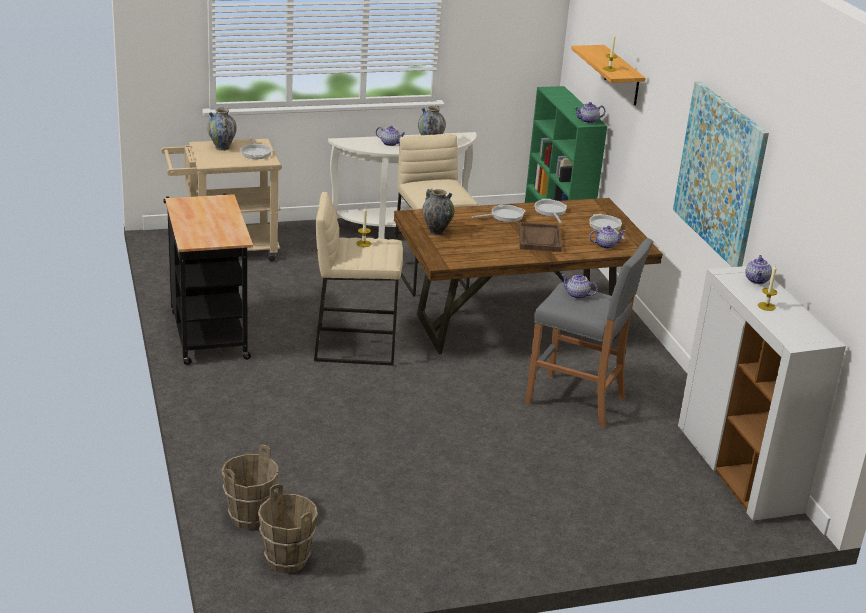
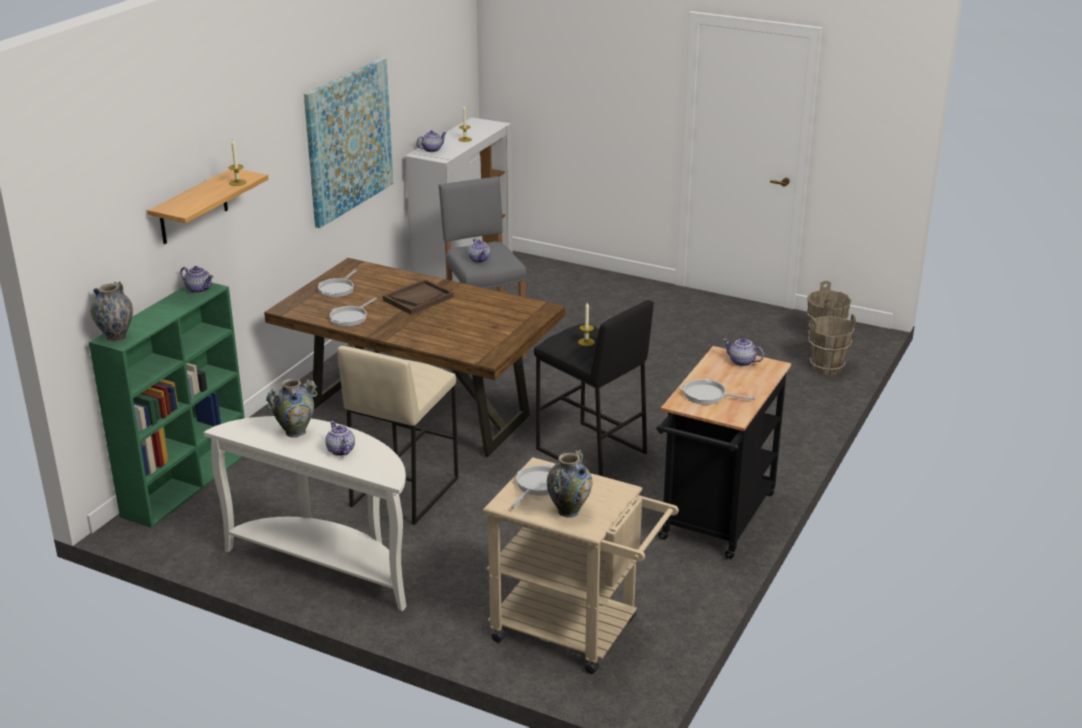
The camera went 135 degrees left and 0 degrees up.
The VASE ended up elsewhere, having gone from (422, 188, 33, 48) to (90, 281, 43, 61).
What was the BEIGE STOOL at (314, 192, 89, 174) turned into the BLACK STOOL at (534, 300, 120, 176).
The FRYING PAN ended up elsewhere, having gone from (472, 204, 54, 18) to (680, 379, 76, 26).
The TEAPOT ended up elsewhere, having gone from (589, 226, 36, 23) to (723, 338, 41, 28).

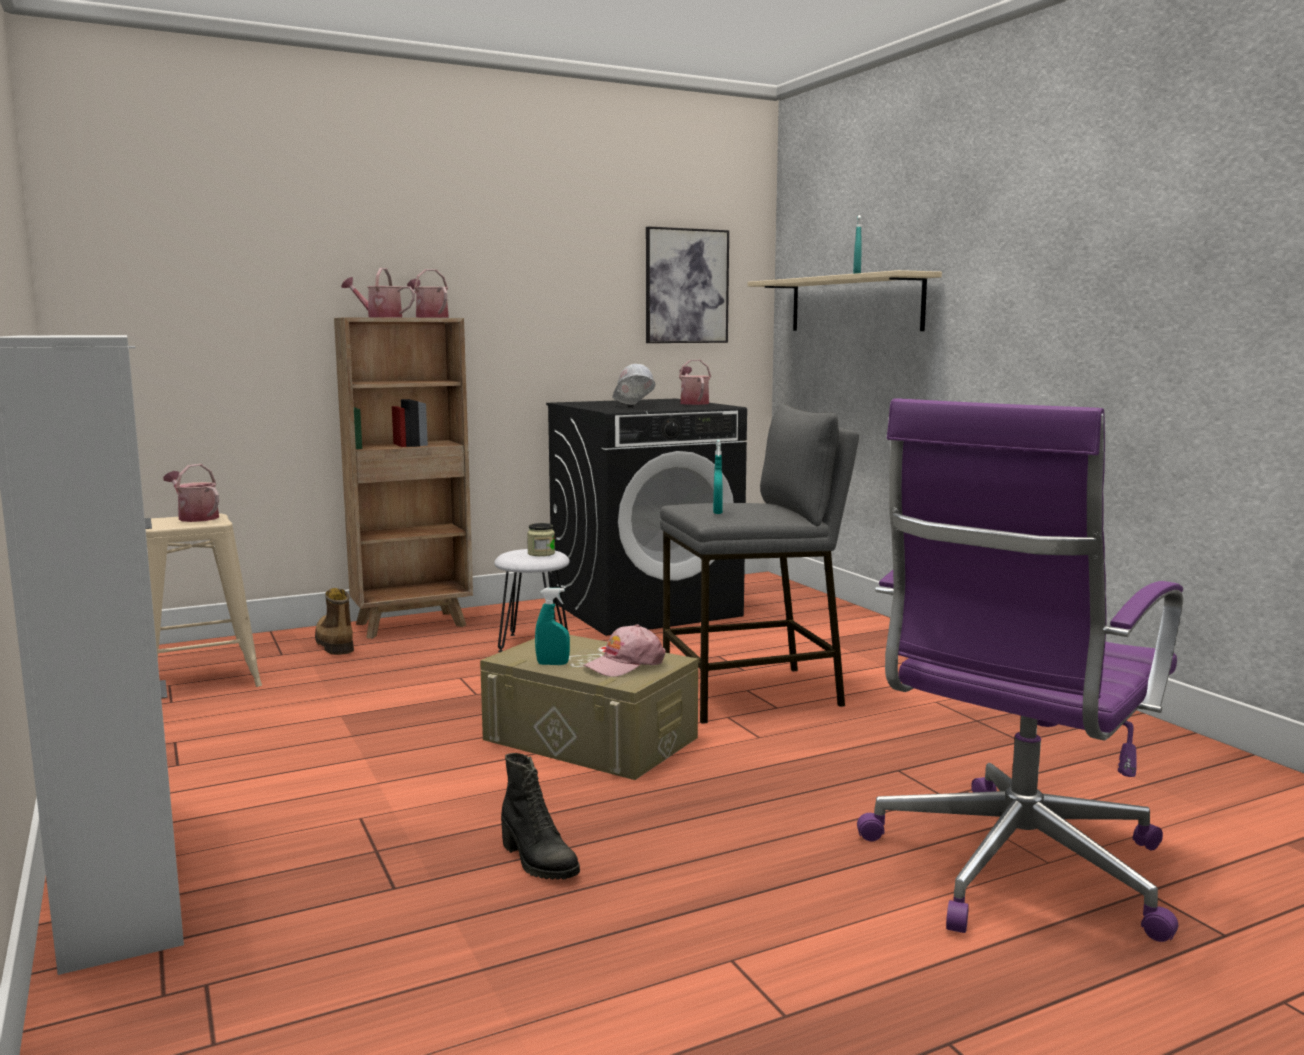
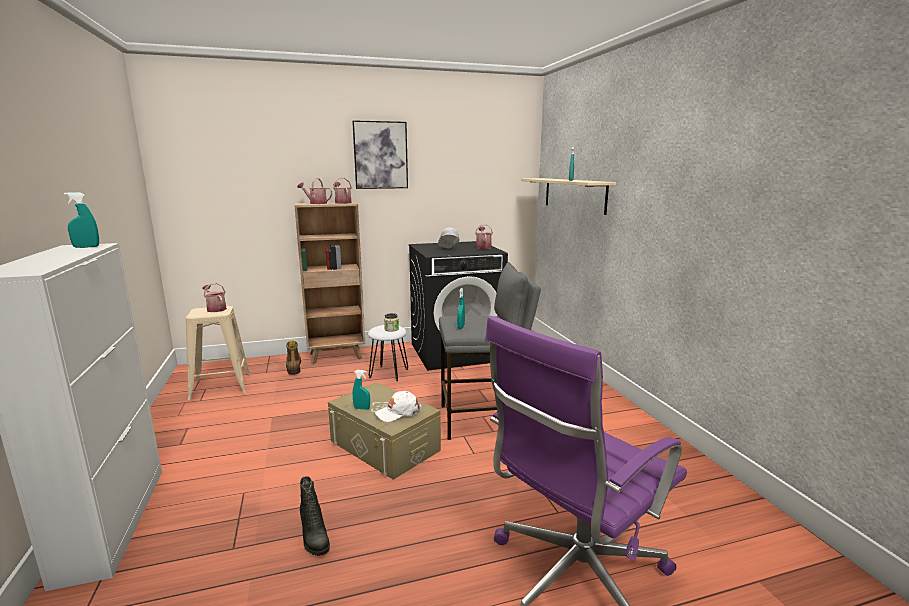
The camera went 10 degrees right and 5 degrees up.
The second view gained the TURQUOISE SPRAY BOTTLE at (64, 192, 35, 56).
The PICTURE ended up elsewhere, having gone from (646, 226, 83, 117) to (352, 120, 56, 69).
What was the PINK CAP at (583, 624, 82, 53) turned into the WHITE CAP at (375, 391, 46, 31).

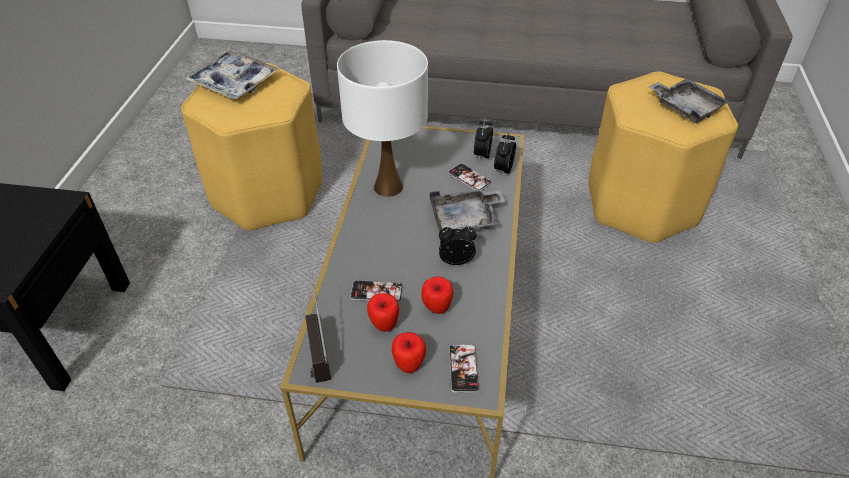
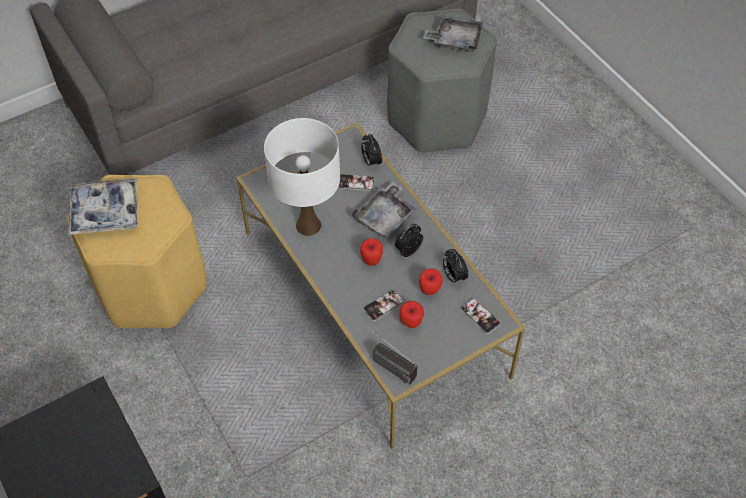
The camera went 40 degrees left and 10 degrees up.
The APPLE ended up elsewhere, having gone from (392, 332, 34, 41) to (360, 238, 23, 28).
What was the YELLOW STOOL at (589, 72, 149, 171) turned into the GREY STOOL at (387, 9, 110, 143).
The ALARM CLOCK ended up elsewhere, having gone from (474, 118, 19, 44) to (443, 249, 25, 35).

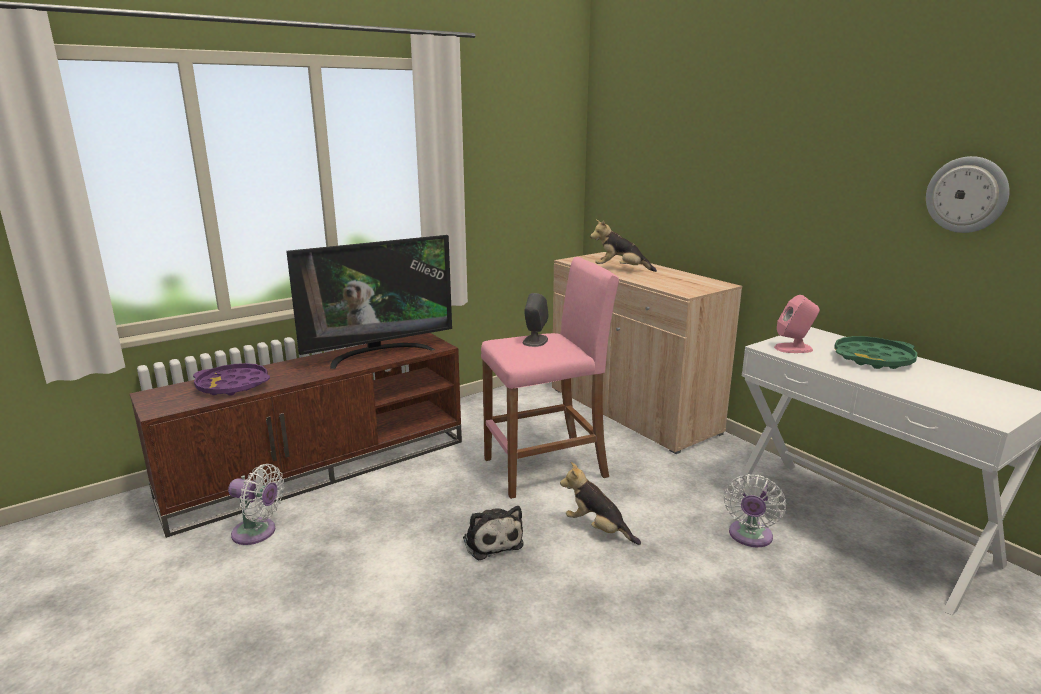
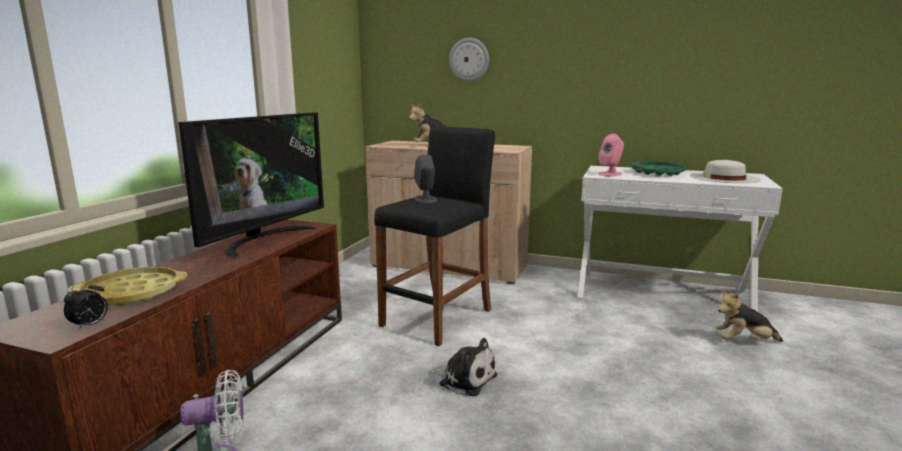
The camera went 35 degrees left and 5 degrees down.
The second view gained the ALARM CLOCK at (64, 280, 44, 50).
What was the PURPLE TRAY at (193, 363, 77, 32) turned into the YELLOW TRAY at (67, 267, 120, 40).
What was the PINK STOOL at (481, 257, 138, 242) turned into the BLACK STOOL at (374, 126, 121, 220).
The WALL CLOCK ended up elsewhere, having gone from (926, 156, 84, 77) to (449, 38, 40, 44).
The second view gained the WHITE HAT at (690, 160, 71, 23).
The PLUSH TOY ended up elsewhere, having gone from (560, 462, 81, 83) to (716, 290, 67, 52).
The second view lost the WHITE FAN at (724, 474, 62, 73).

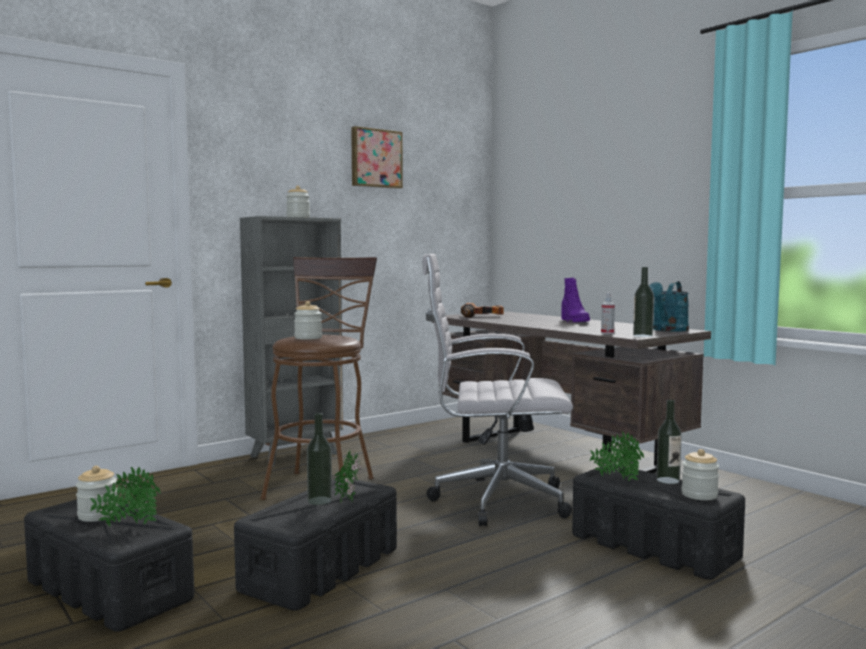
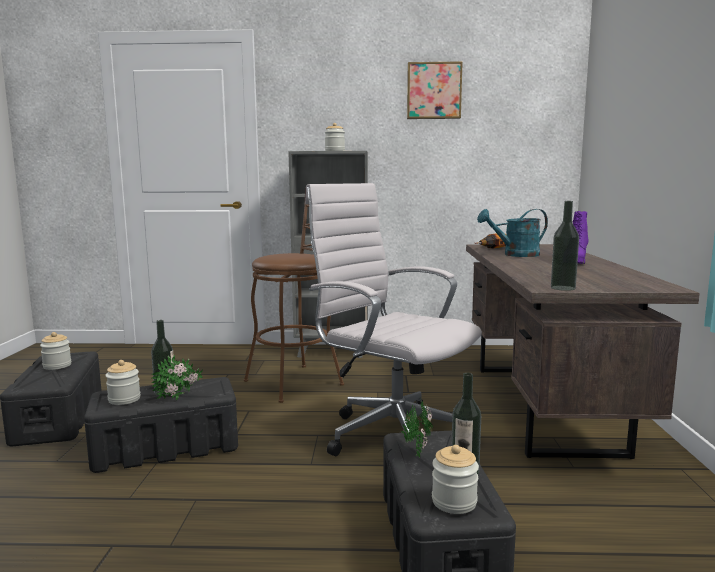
The camera went 40 degrees right and 5 degrees up.
The JAR ended up elsewhere, having gone from (294, 301, 28, 39) to (105, 360, 36, 45).
The TURQUOISE WATERING CAN ended up elsewhere, having gone from (649, 281, 40, 51) to (477, 209, 71, 48).
The second view lost the POTTED PLANT at (90, 467, 71, 59).
The second view lost the SPRAY BOTTLE at (601, 292, 14, 42).

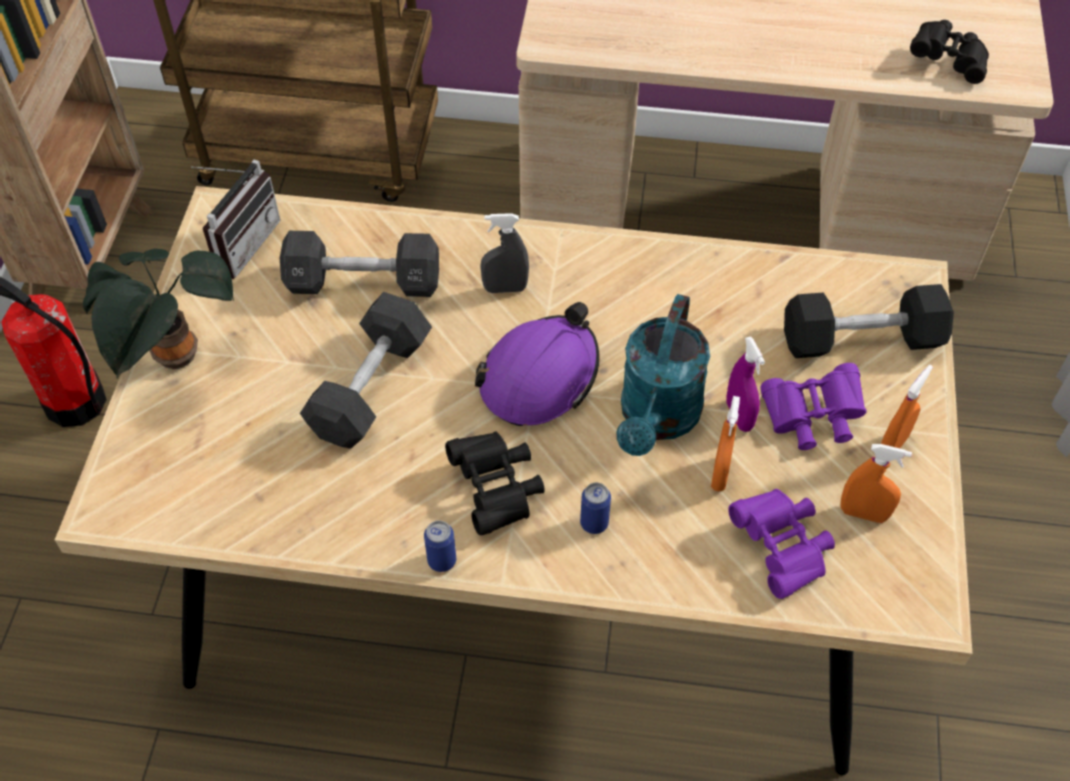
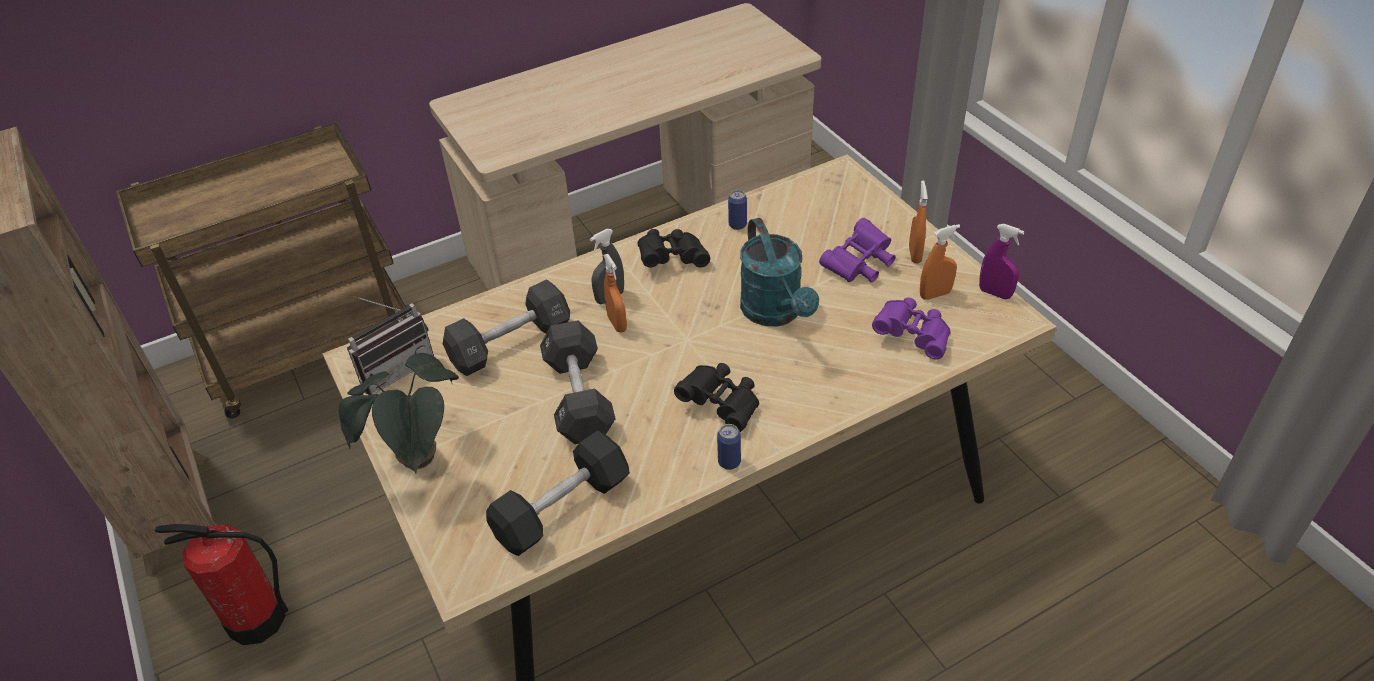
The camera went 35 degrees left and 10 degrees down.
The RADIO at (191, 160, 90, 119) ended up facing another way, 60 degrees clockwise from before.
The BLACK DUMBBELL ended up elsewhere, having gone from (784, 284, 170, 74) to (486, 430, 144, 126).
The ORANGE SPRAY BOTTLE ended up elsewhere, having gone from (711, 396, 29, 96) to (603, 254, 24, 79).
The BLACK BINOCULARS ended up elsewhere, having gone from (910, 20, 79, 64) to (637, 229, 73, 39).
The CAN ended up elsewhere, having gone from (580, 483, 31, 51) to (728, 190, 19, 40).
The PURPLE SPRAY BOTTLE ended up elsewhere, having gone from (726, 337, 39, 95) to (979, 224, 45, 75).
The second view lost the PURPLE HARD HAT at (475, 302, 124, 124).

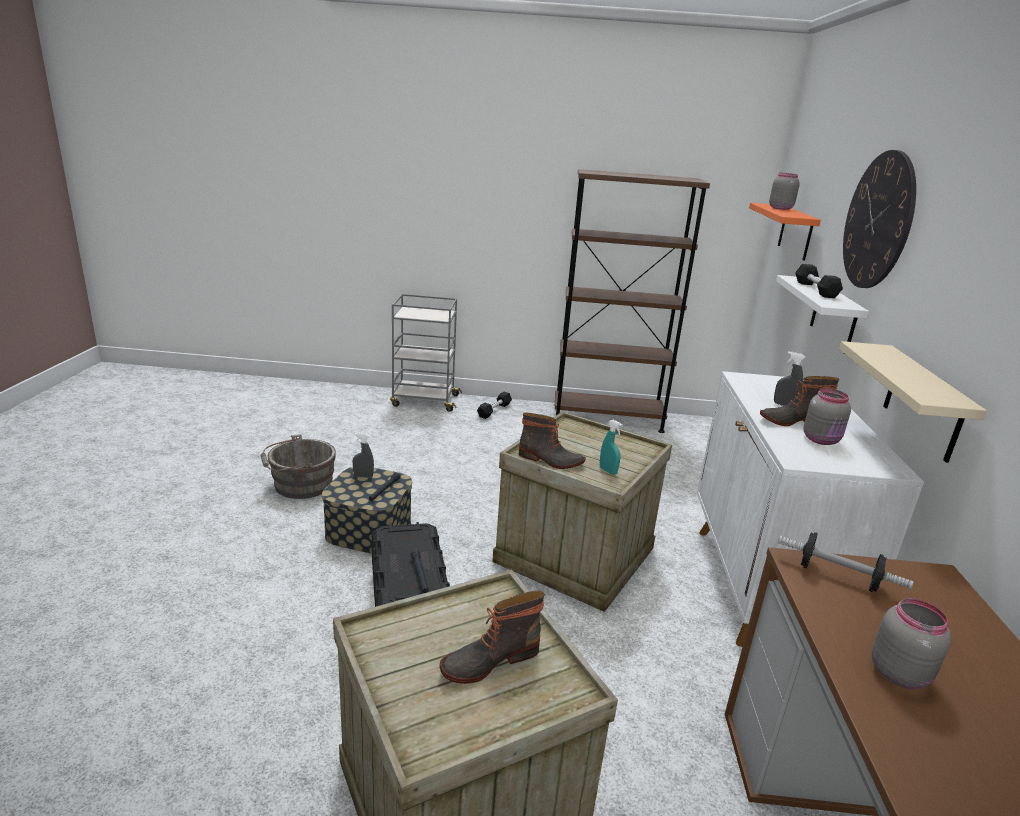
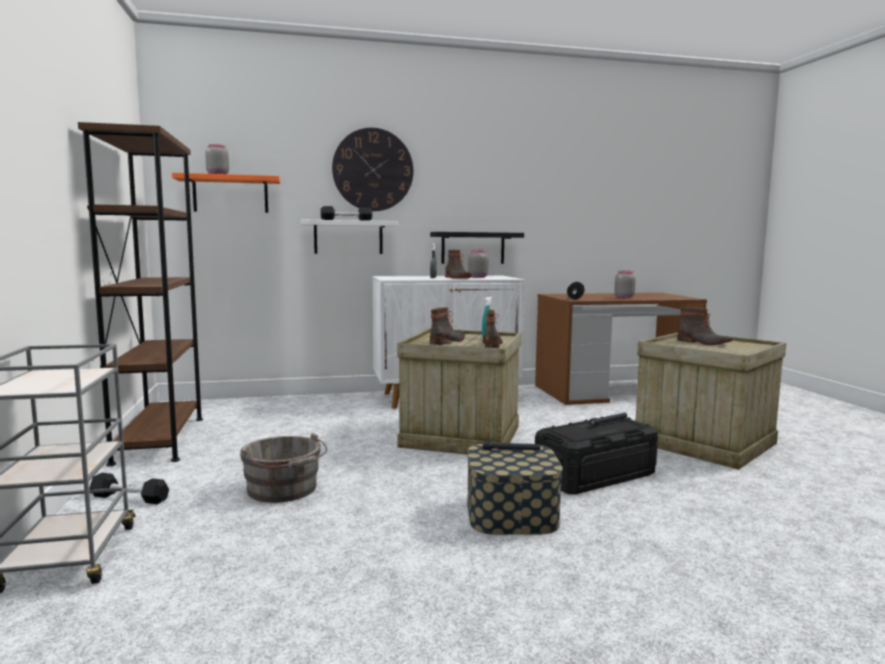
The camera went 105 degrees left and 15 degrees down.
The GREY BUCKET ended up elsewhere, having gone from (261, 434, 75, 65) to (240, 433, 87, 70).
What was the BEIGE SHELF at (839, 341, 148, 122) turned into the BLACK SHELF at (430, 232, 94, 32).
The second view gained the BOOT at (430, 307, 35, 38).
The second view lost the GREY SPRAY BOTTLE at (353, 433, 21, 45).

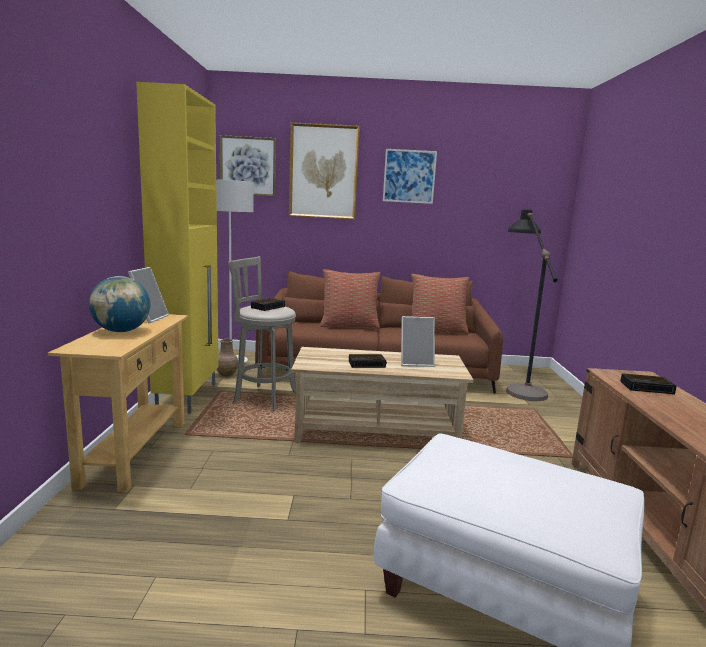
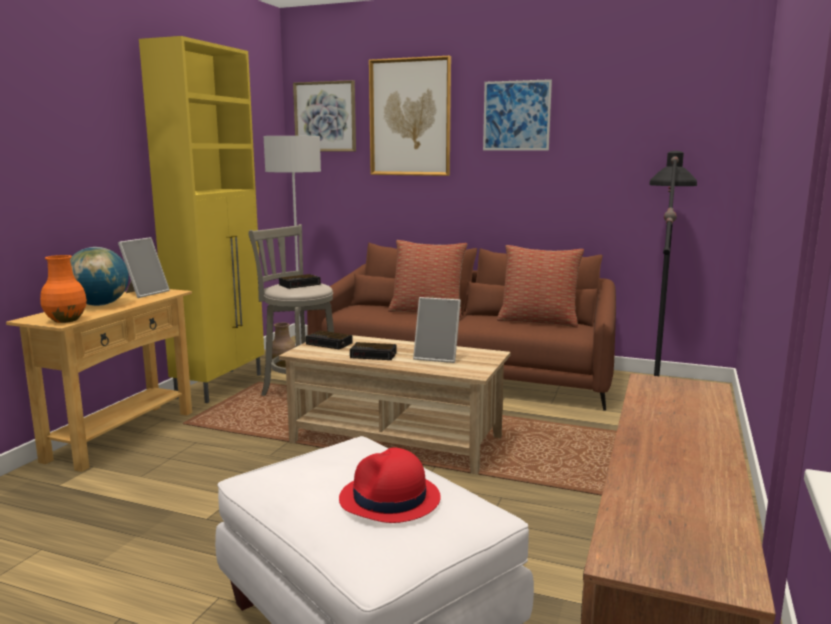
The camera went 20 degrees right and 0 degrees up.
The second view gained the ORANGE VASE at (40, 255, 47, 68).
The ALARM CLOCK ended up elsewhere, having gone from (620, 374, 57, 20) to (306, 331, 47, 18).
The second view gained the RED HAT at (339, 448, 102, 75).

